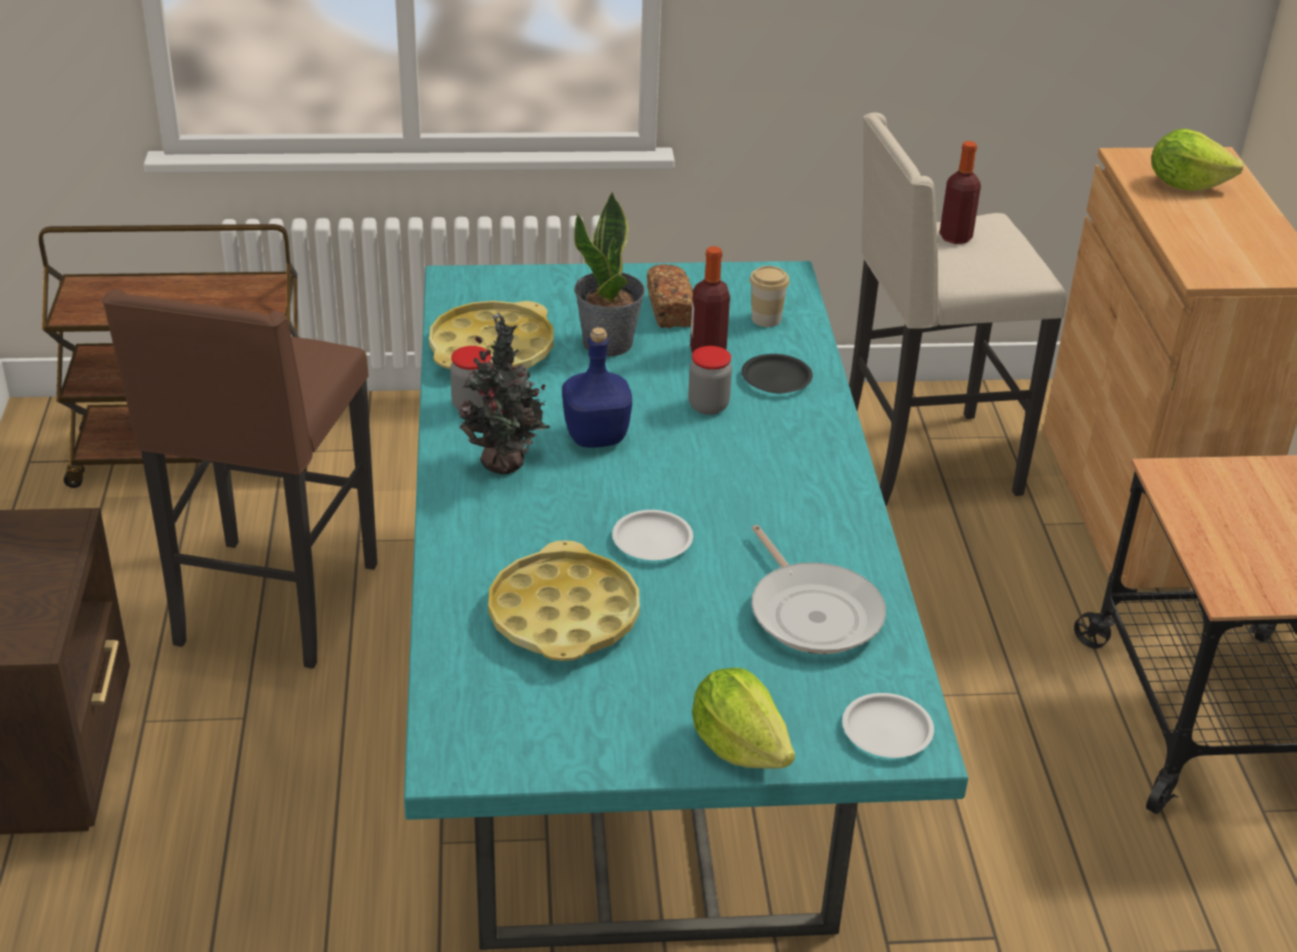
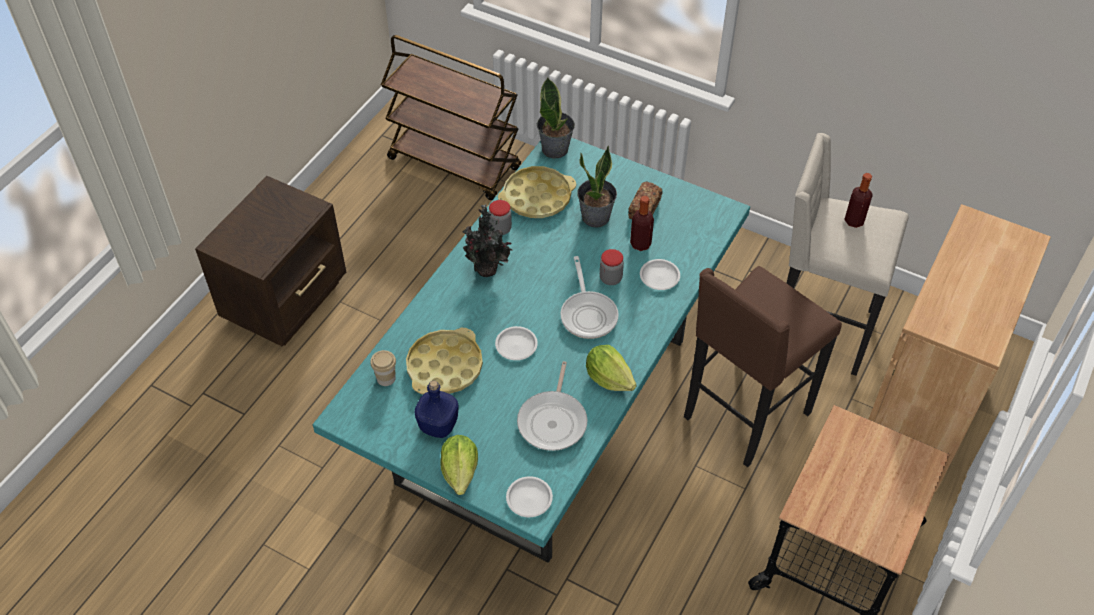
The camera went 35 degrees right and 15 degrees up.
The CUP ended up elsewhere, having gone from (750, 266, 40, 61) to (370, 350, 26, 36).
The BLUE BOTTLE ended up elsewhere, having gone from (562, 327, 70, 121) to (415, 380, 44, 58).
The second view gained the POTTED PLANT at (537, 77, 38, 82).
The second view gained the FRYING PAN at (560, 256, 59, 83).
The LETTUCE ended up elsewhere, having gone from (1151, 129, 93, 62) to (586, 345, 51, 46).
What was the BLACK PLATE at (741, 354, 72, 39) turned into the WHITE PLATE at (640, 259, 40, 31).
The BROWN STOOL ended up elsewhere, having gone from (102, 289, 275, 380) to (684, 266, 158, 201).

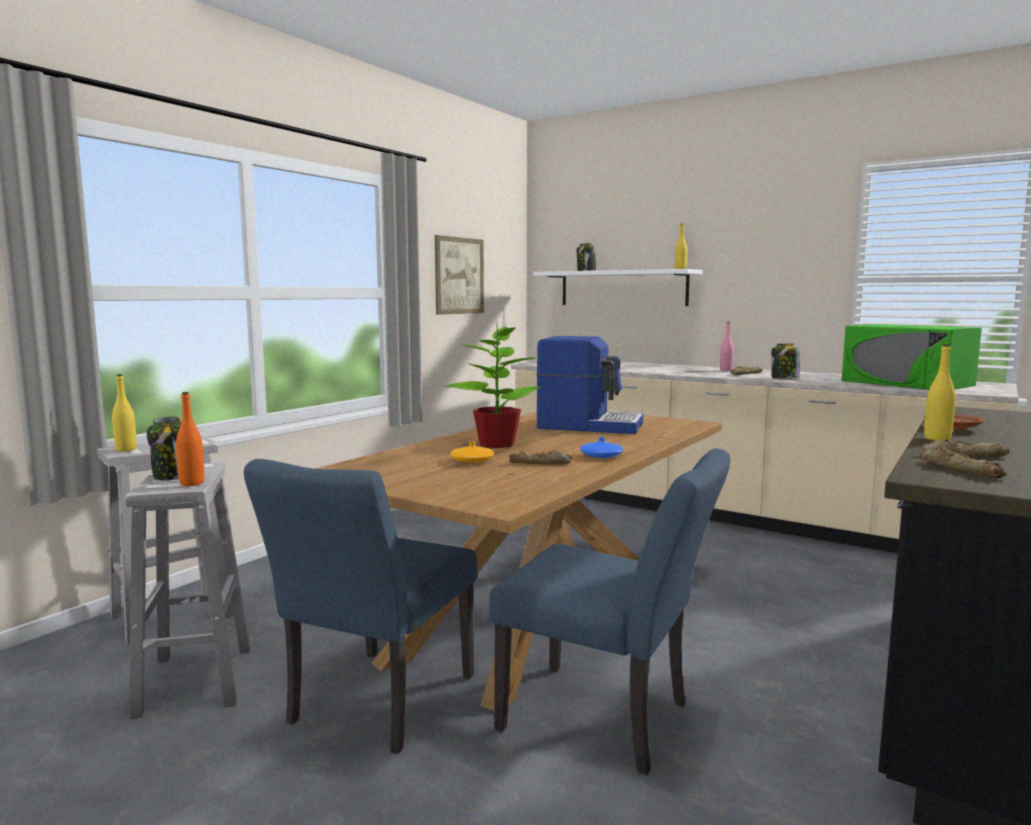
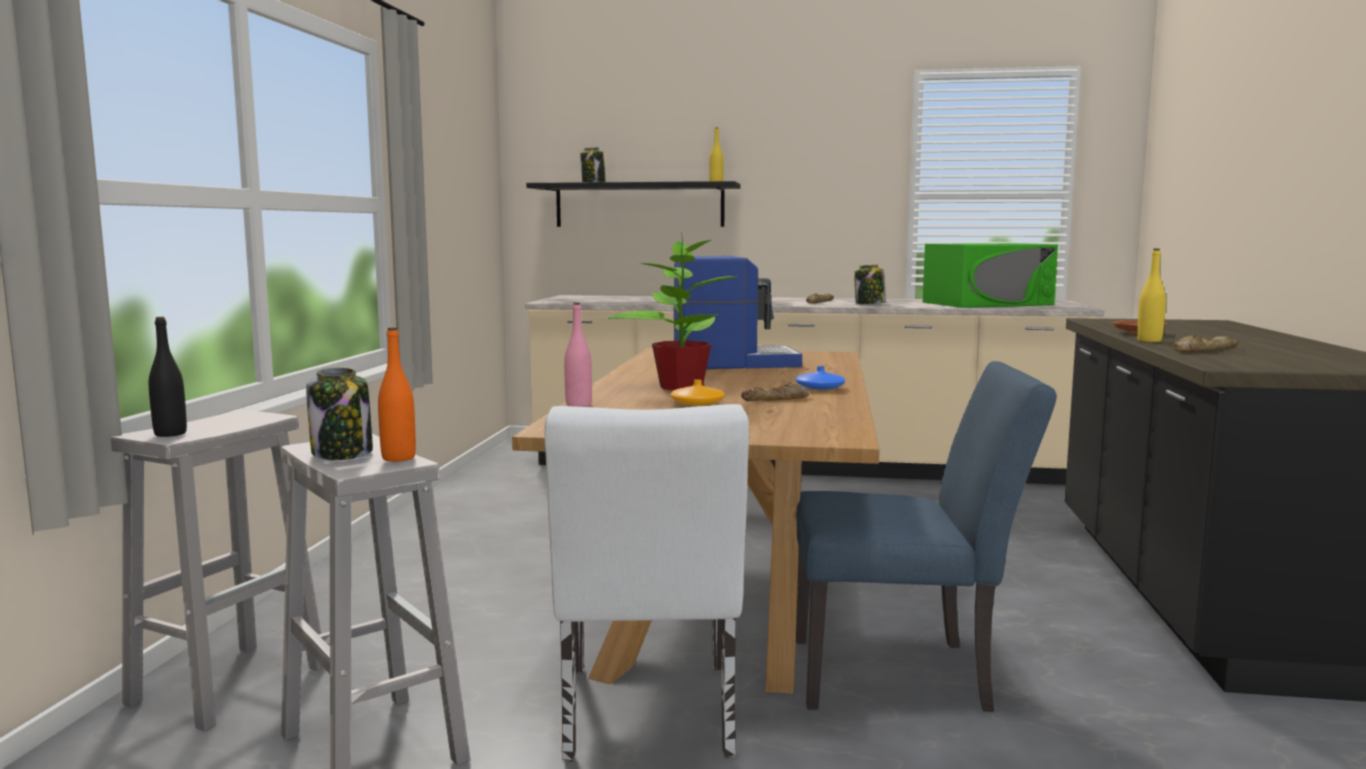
The camera went 25 degrees left and 0 degrees up.
What was the YELLOW BOTTLE at (112, 374, 25, 78) turned into the BLACK BOTTLE at (149, 317, 38, 120).
What was the WHITE SHELF at (533, 269, 170, 37) turned into the BLACK SHELF at (526, 181, 214, 46).
What was the BLUE CHAIR at (244, 459, 233, 295) turned into the WHITE CHAIR at (544, 404, 205, 358).
The PINK BOTTLE ended up elsewhere, having gone from (720, 322, 14, 49) to (564, 302, 28, 105).
The GREEN MICROWAVE at (842, 324, 140, 66) ended up facing another way, 45 degrees counterclockwise from before.
The second view lost the PICTURE at (435, 235, 49, 80).
The second view lost the BREAD at (922, 448, 85, 30).

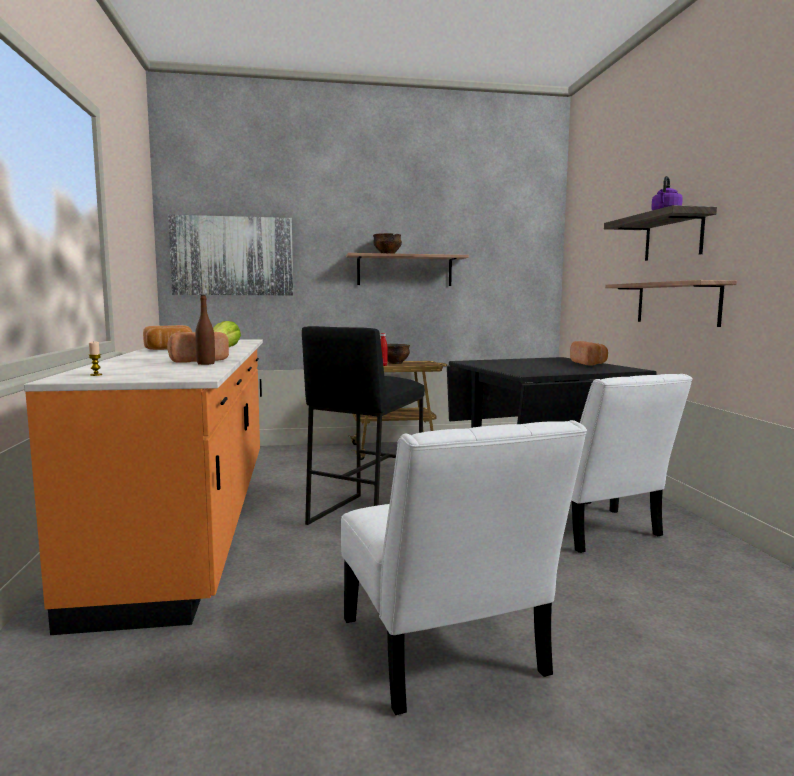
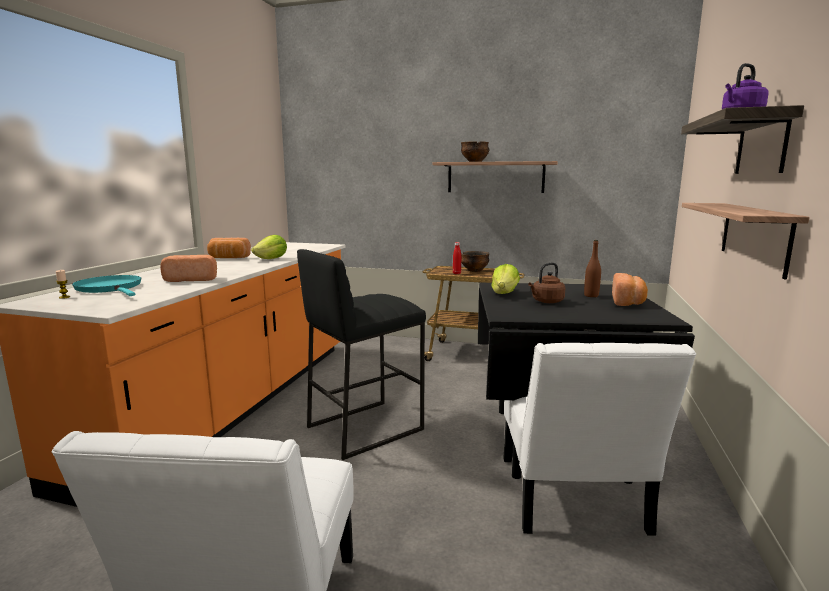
The camera went 25 degrees right and 5 degrees up.
The second view gained the TURQUOISE FRYING PAN at (72, 275, 69, 21).
The second view gained the LETTUCE at (491, 264, 29, 30).
The second view gained the BROWN KETTLE at (528, 263, 37, 40).
The BROWN BOTTLE ended up elsewhere, having gone from (195, 295, 20, 70) to (584, 240, 17, 57).
The second view lost the PICTURE at (168, 215, 125, 81).

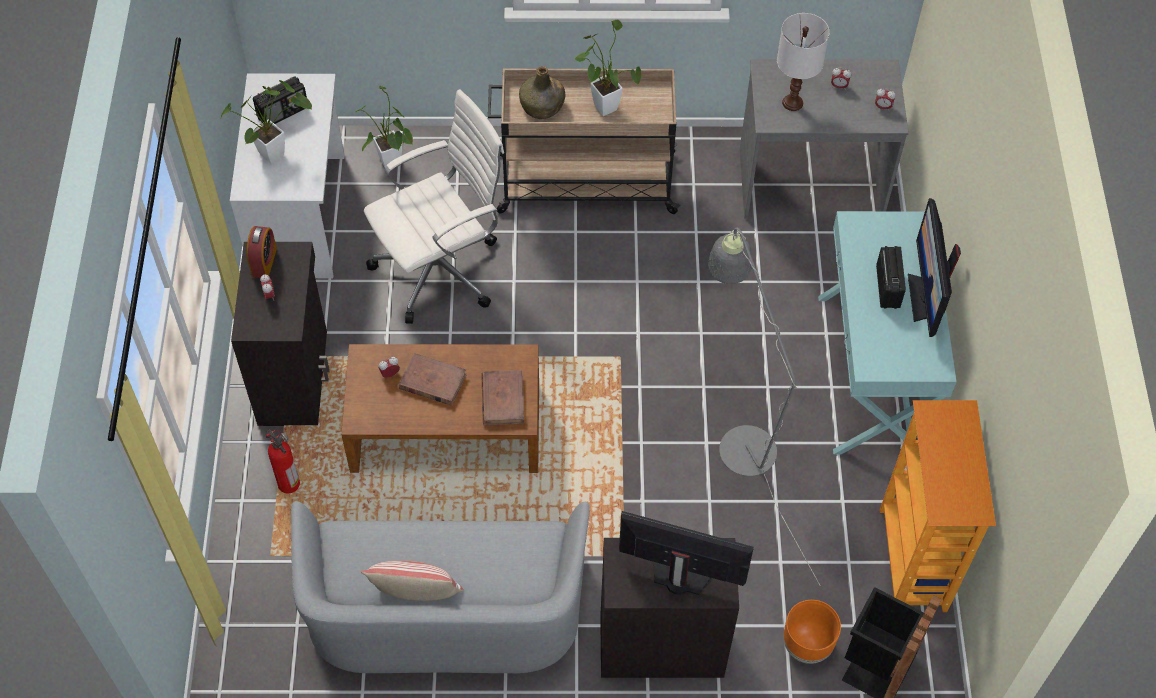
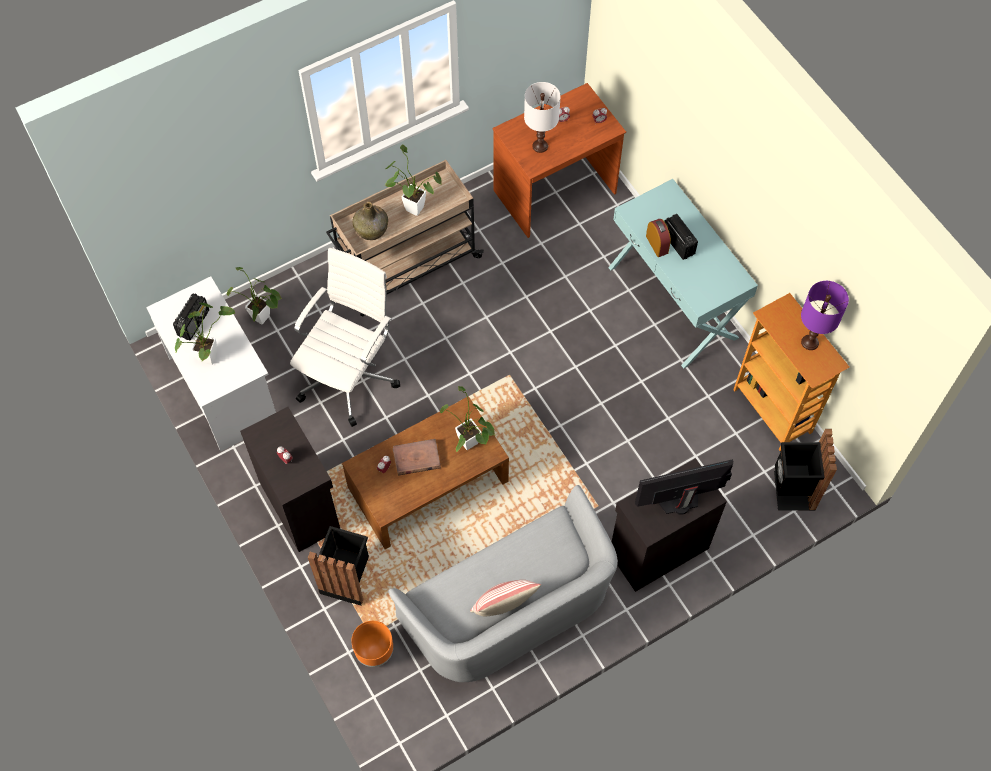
The camera went 30 degrees left and 5 degrees up.
Where the FIRE EXTINGUISHER stood at (266, 430, 34, 64), the BLACK TRASH CAN came to stand at (308, 526, 61, 79).
The ORANGE PLANTER ended up elsewhere, having gone from (783, 600, 58, 64) to (351, 621, 42, 46).
Where the BROWN BOOK stood at (481, 370, 43, 55), the POTTED PLANT came to stand at (440, 386, 55, 66).
What was the GREY DESK at (740, 59, 169, 160) turned into the BROWN DESK at (492, 83, 134, 155).
The ALARM CLOCK ended up elsewhere, having gone from (247, 226, 30, 52) to (646, 219, 25, 38).
The second view gained the PURPLE TABLE LAMP at (801, 281, 48, 69).
The second view lost the GREY FLOOR LAMP at (708, 228, 113, 358).
The second view lost the MONITOR at (908, 198, 53, 139).

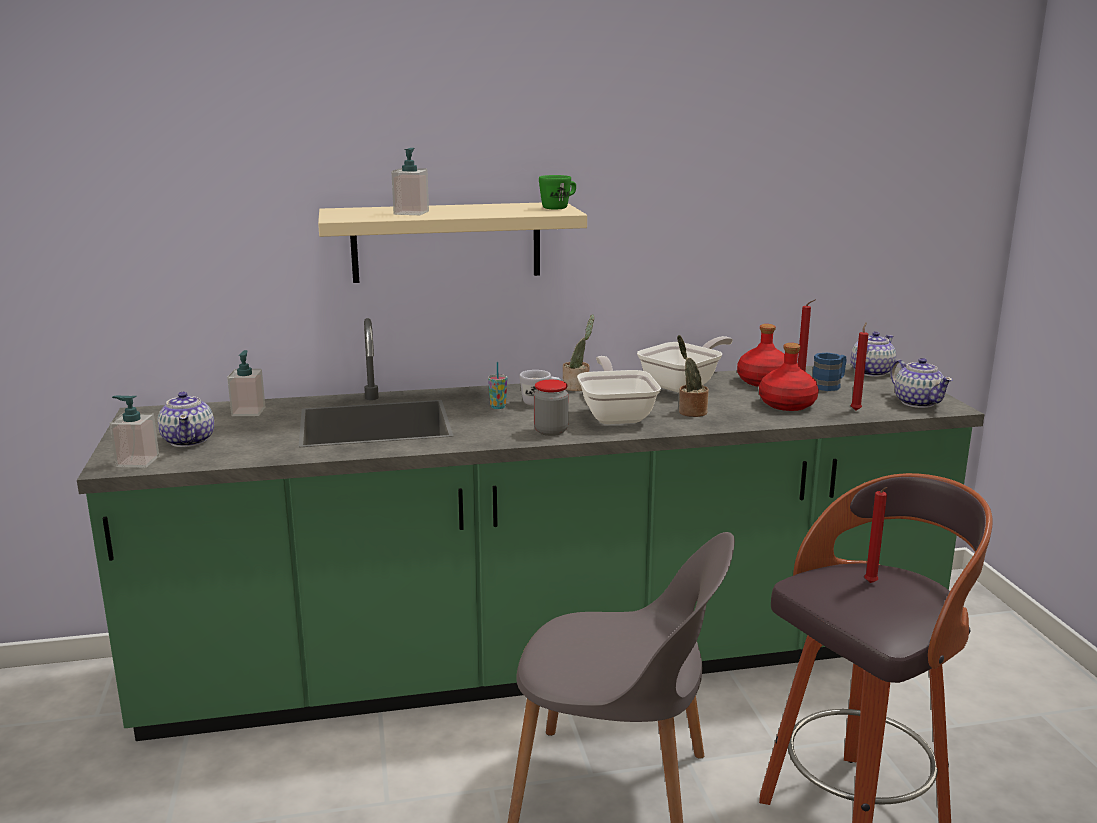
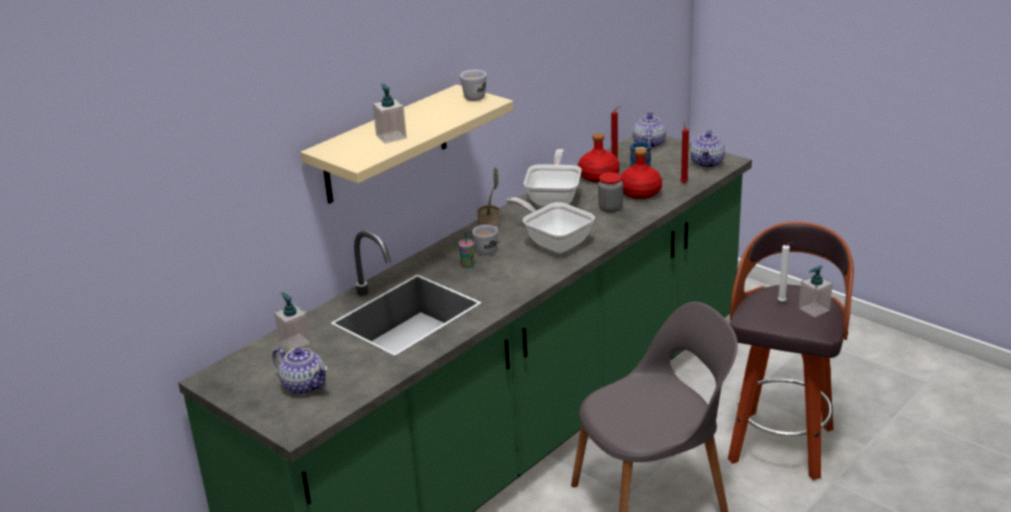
The camera went 35 degrees left and 10 degrees up.
What was the GREEN MUG at (539, 175, 37, 34) turned into the WHITE MUG at (460, 70, 27, 31).
The JAR ended up elsewhere, having gone from (534, 380, 35, 56) to (598, 172, 25, 41).
The TEAPOT at (890, 358, 63, 50) ended up facing another way, 75 degrees clockwise from before.
What was the RED CANDLE at (864, 487, 23, 96) turned into the WHITE CANDLE at (778, 242, 15, 60).
The SOAP DISPENSER ended up elsewhere, having gone from (109, 395, 50, 73) to (799, 266, 34, 51).
The second view lost the POTTED PLANT at (677, 335, 32, 82).

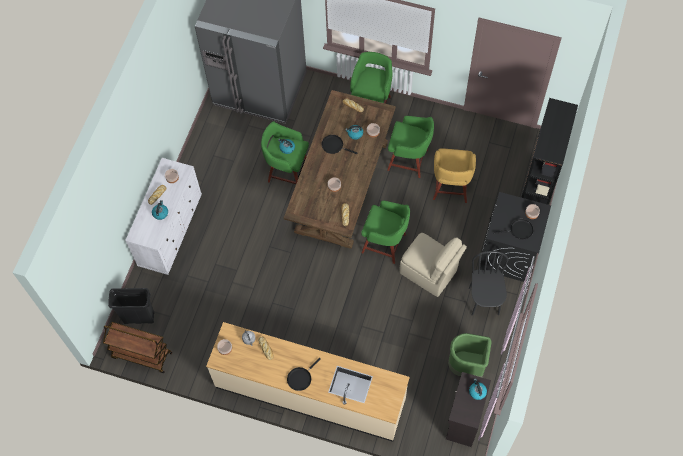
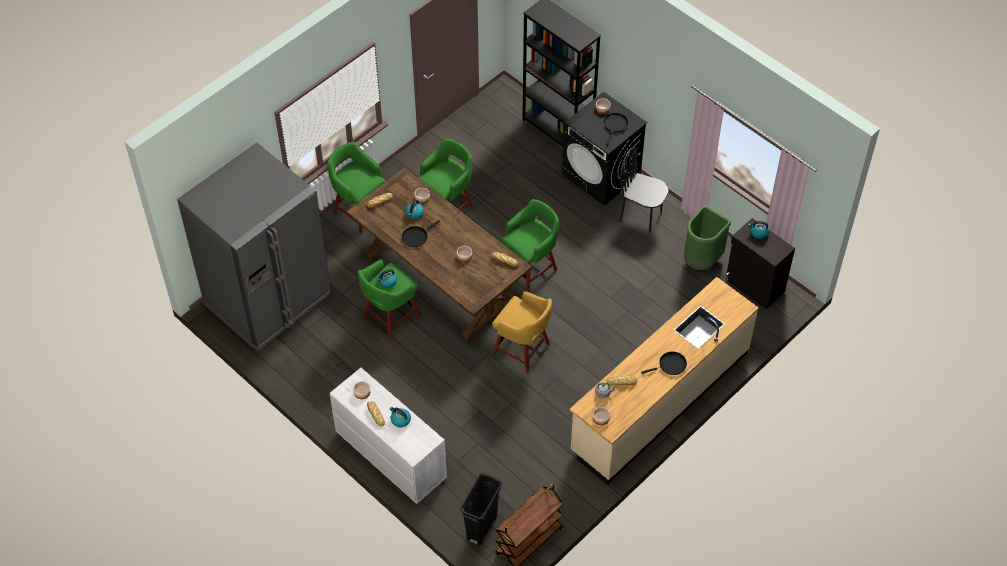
The camera went 65 degrees left and 10 degrees down.
The YELLOW STOOL ended up elsewhere, having gone from (433, 148, 43, 55) to (492, 291, 60, 82).
The BLACK FRYING PAN at (287, 358, 34, 33) ended up facing another way, 90 degrees counterclockwise from before.
The second view lost the BEIGE CHAIR at (400, 233, 67, 64).

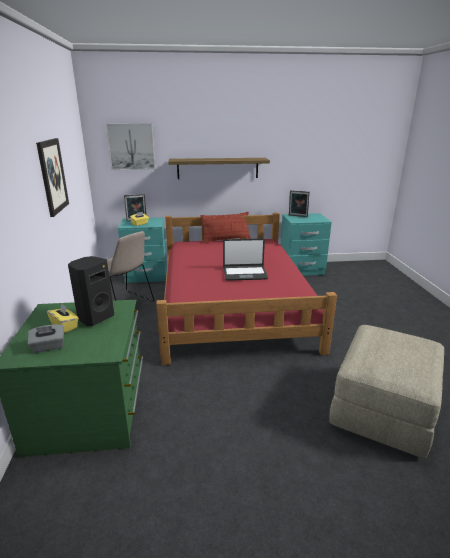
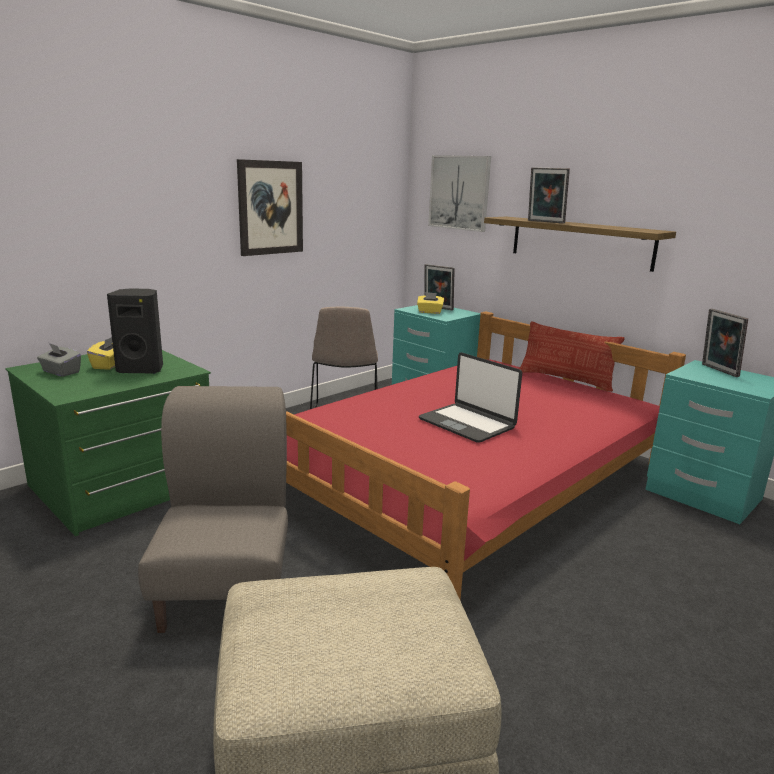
The camera went 50 degrees right and 5 degrees down.
The second view gained the GREY CHAIR at (138, 386, 150, 247).
The second view gained the PICTURE FRAME at (528, 167, 42, 56).

